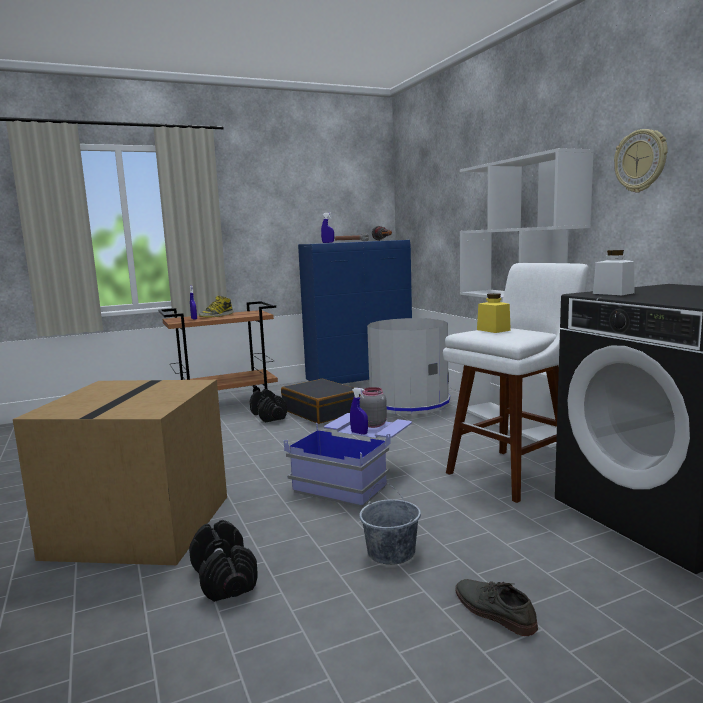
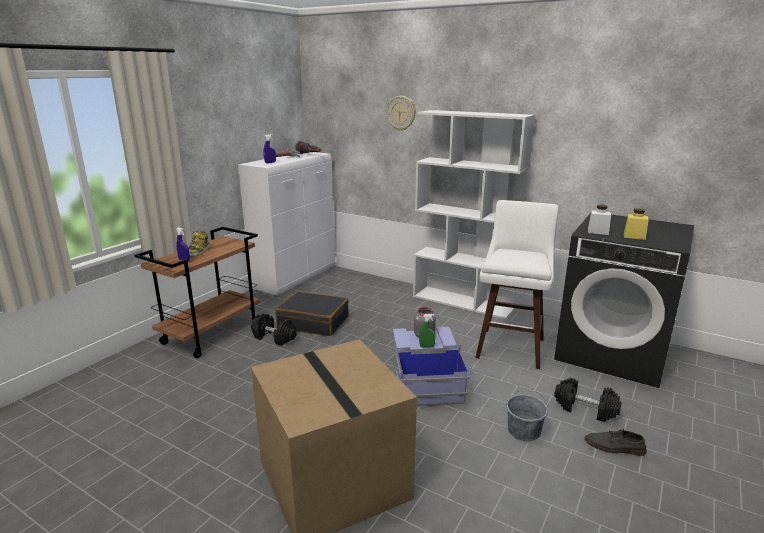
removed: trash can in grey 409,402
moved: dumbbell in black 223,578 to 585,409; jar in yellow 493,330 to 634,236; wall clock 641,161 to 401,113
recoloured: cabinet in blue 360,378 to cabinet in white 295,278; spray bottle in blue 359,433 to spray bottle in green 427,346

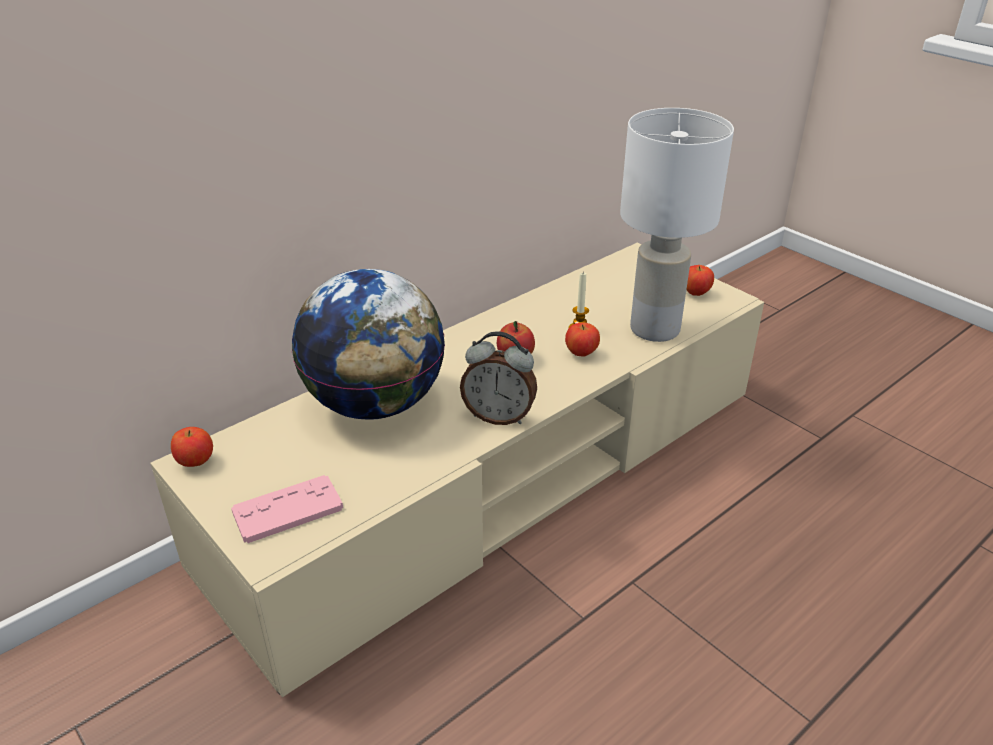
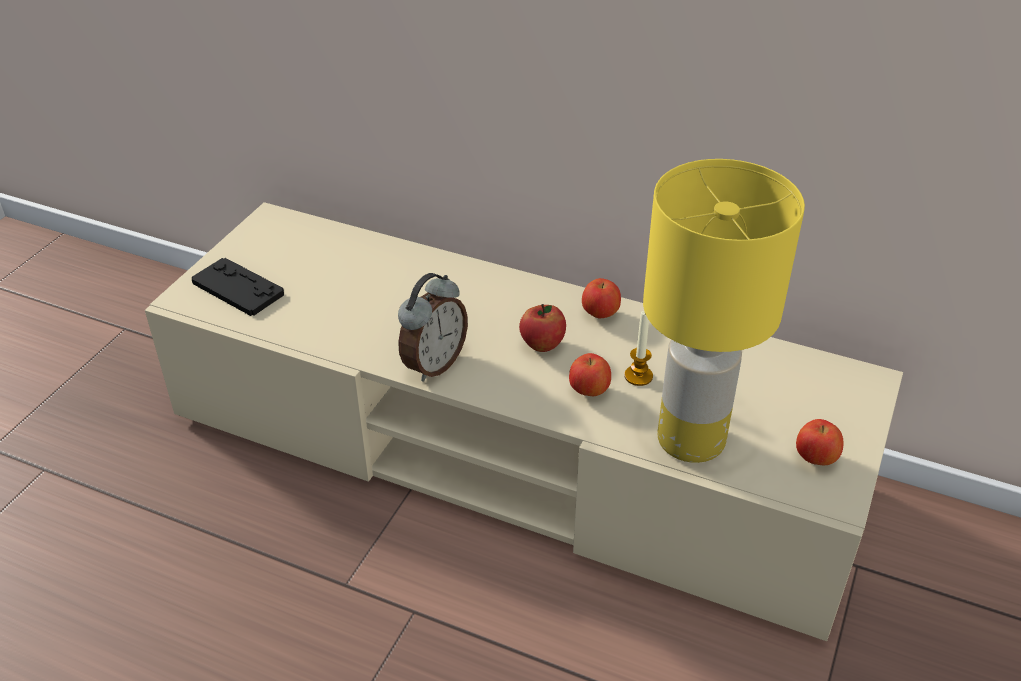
removed: globe 375,404
moved: apple 196,462 to 600,314
recoloured: game controller in pink 288,510 to game controller in black 238,288; table lamp in white 653,328 to table lamp in yellow 691,438
turned: alarm clock 499,416 = 433,364 135 degrees counterclockwise

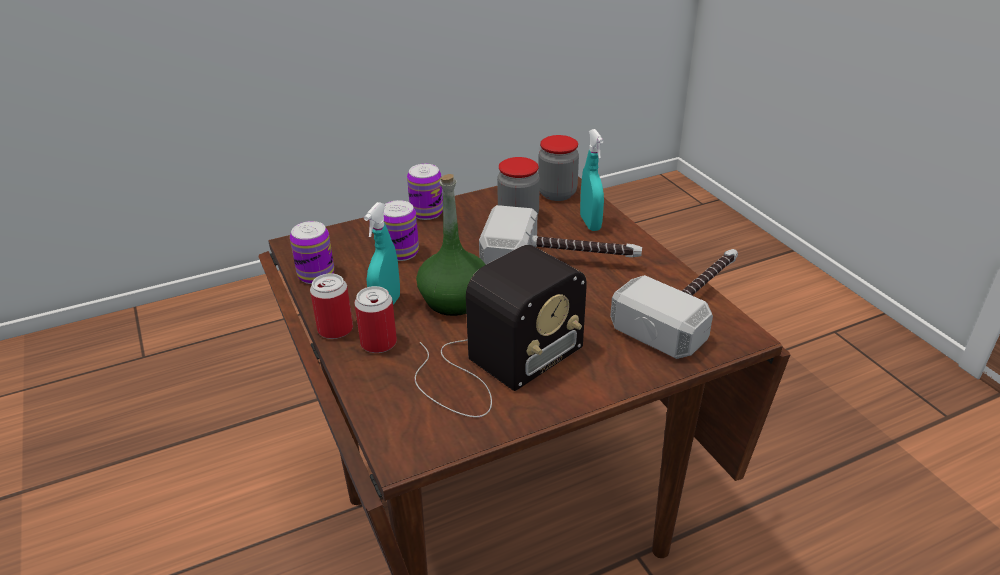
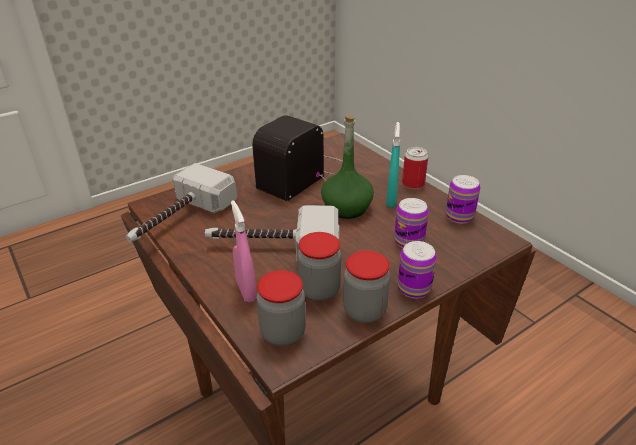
removed: can 378,343
added: jar 364,311
recoloured: spray bottle in turquoise 590,223 to spray bottle in pink 246,291

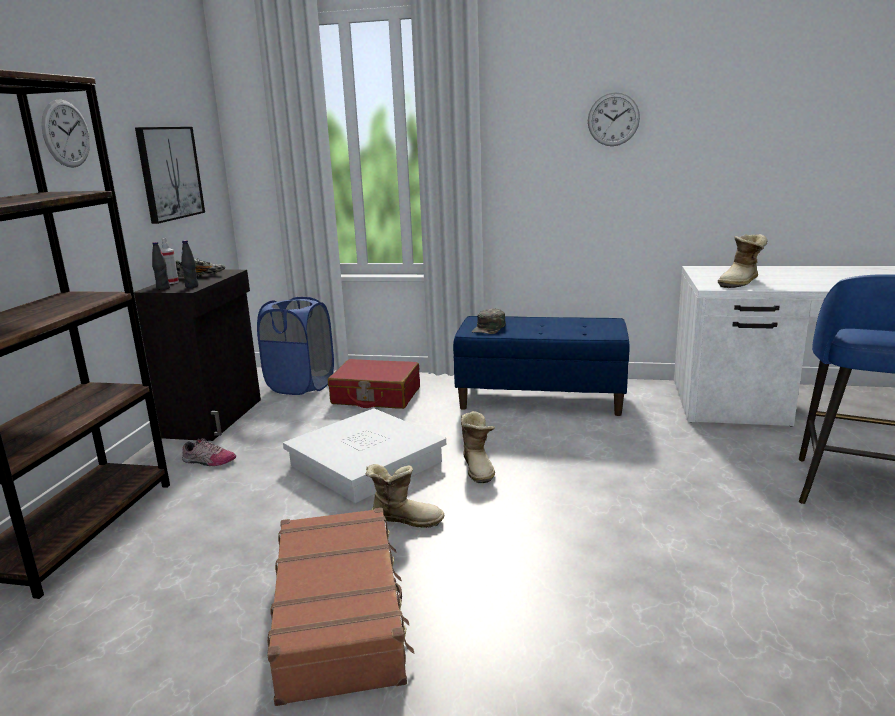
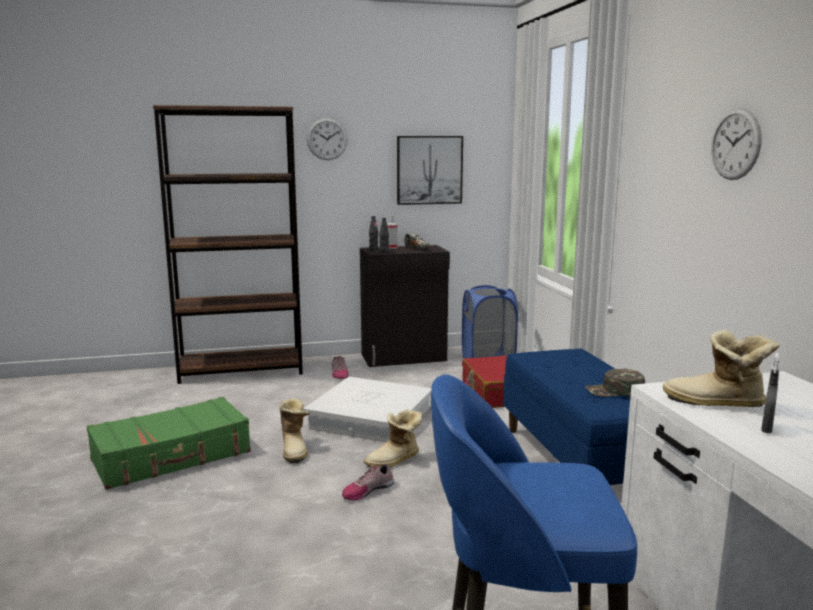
added: shoe 367,490; spray bottle in grey 767,429
moved: cap in green 489,328 to 615,391
recoloured: suitcase in brown 341,615 to suitcase in green 172,456

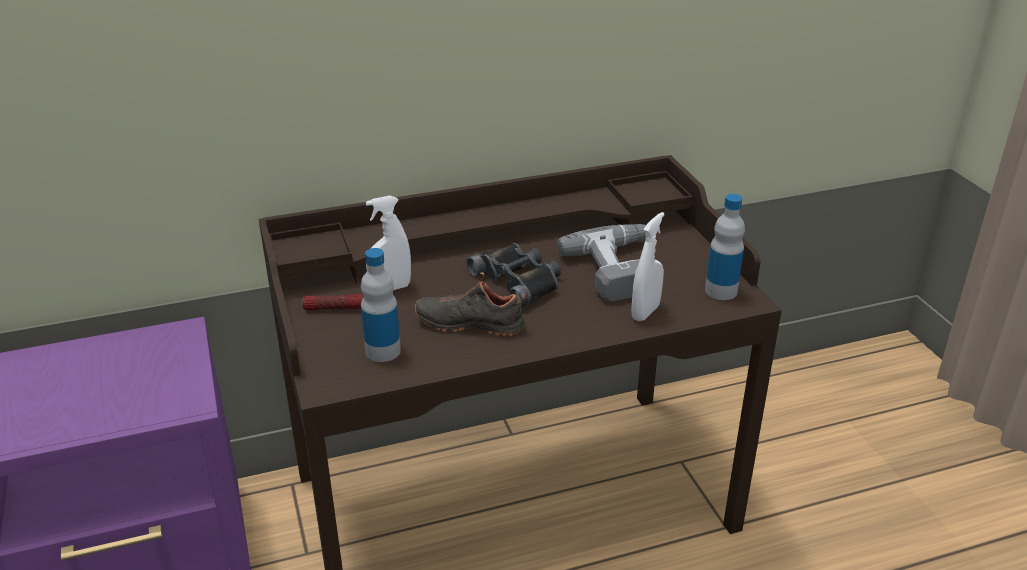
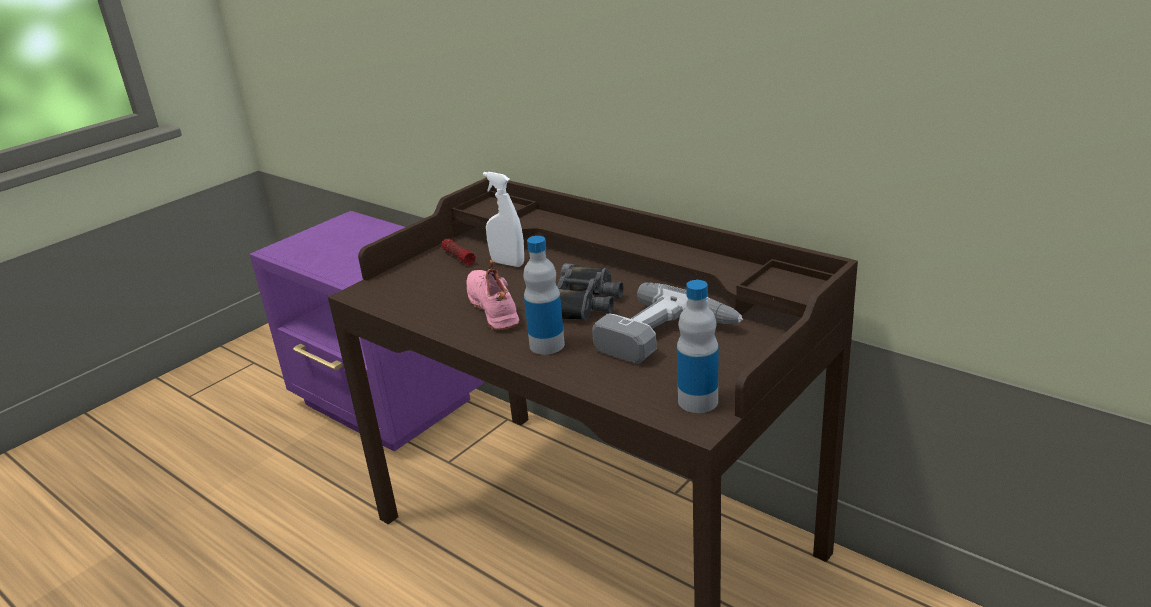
removed: spray bottle in white 645,312
moved: bottle 383,351 to 547,345
recoloured: shoe in black 470,322 to shoe in pink 495,308

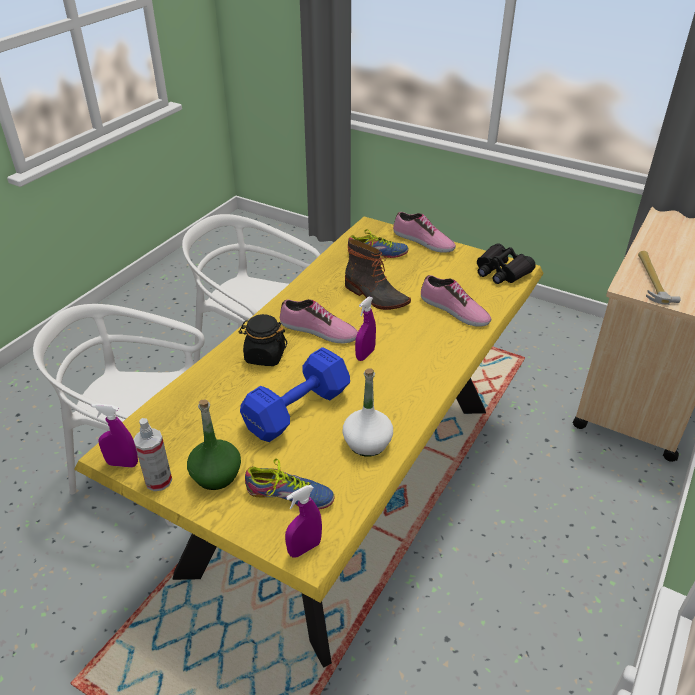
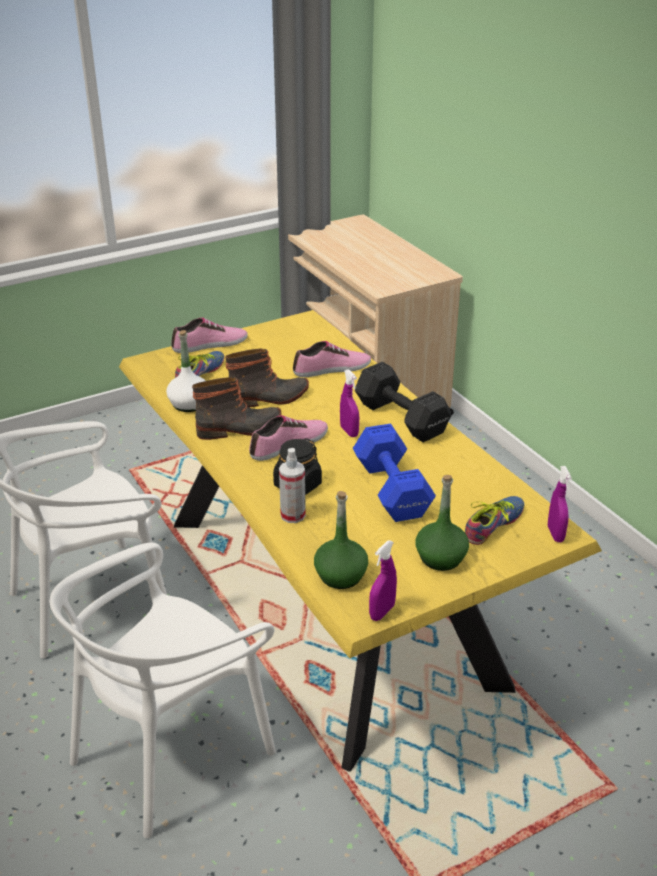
removed: binoculars in black 501,271; hammer 652,280
added: boot 239,429; bottle in green 341,575; dumbbell in black 402,420
moved: spray bottle 158,481 to 293,515; bottle in white 367,443 to 189,404

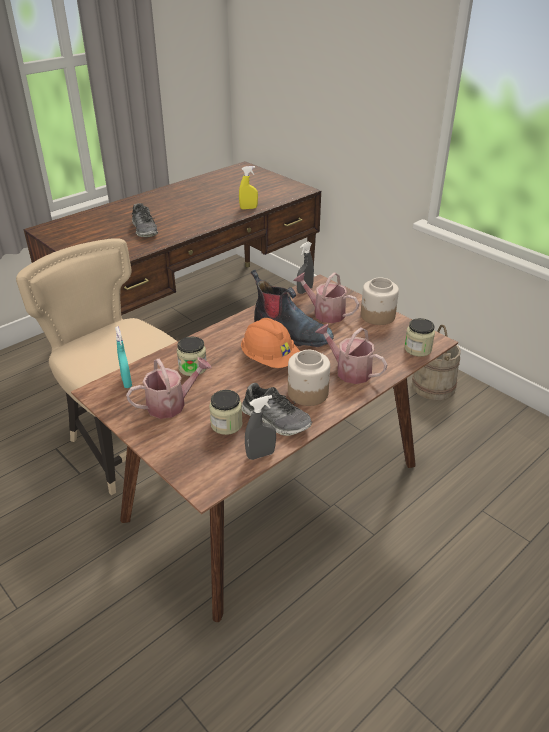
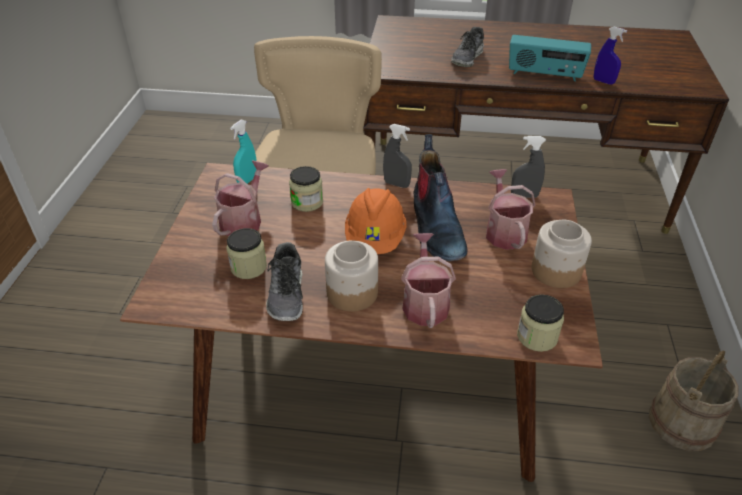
added: radio 544,75
moved: spray bottle in grey 260,454 to 396,184
recoloured: spray bottle in yellow 248,208 to spray bottle in blue 603,81
turned: watering can 171,404 = 244,220 90 degrees counterclockwise

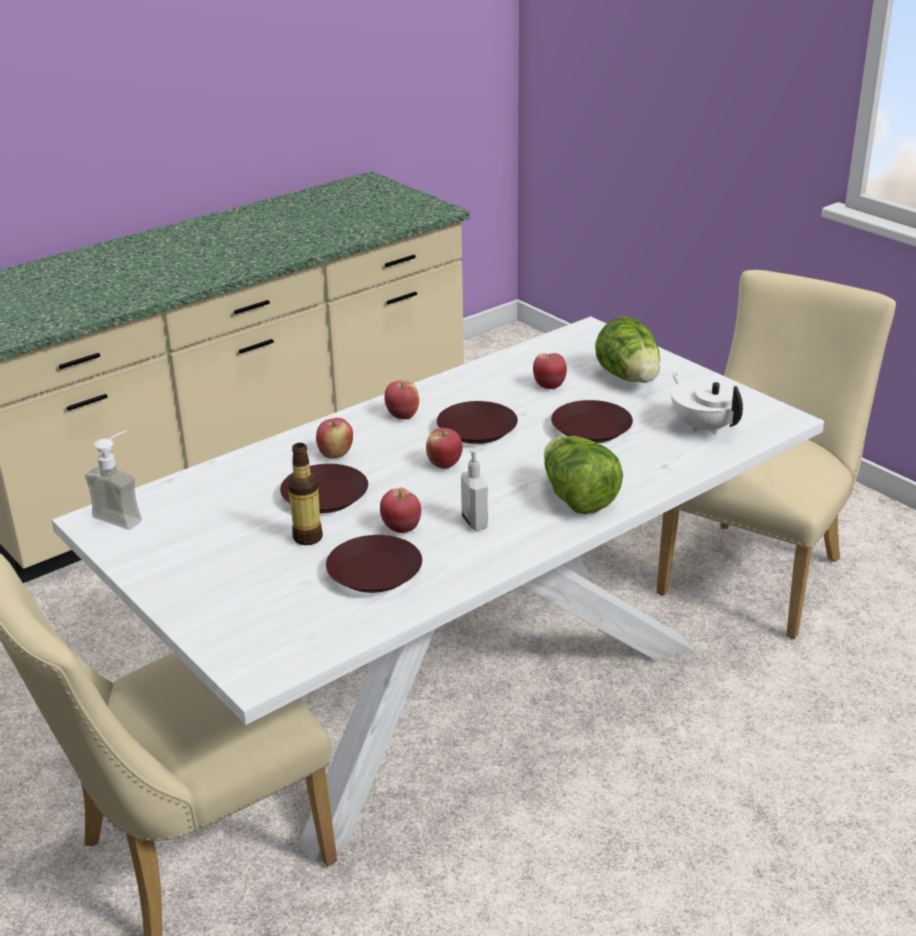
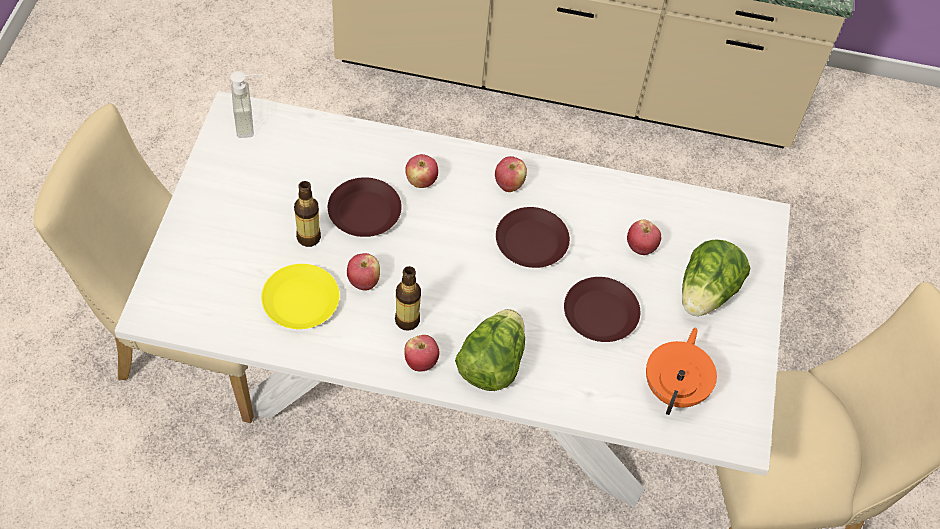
moved: apple 444,464 to 421,362
replaced: soap dispenser 475,522 to bottle 407,320
recoloured: plate in brown 375,572 to plate in yellow 301,302; teapot in white 704,426 to teapot in orange 675,388

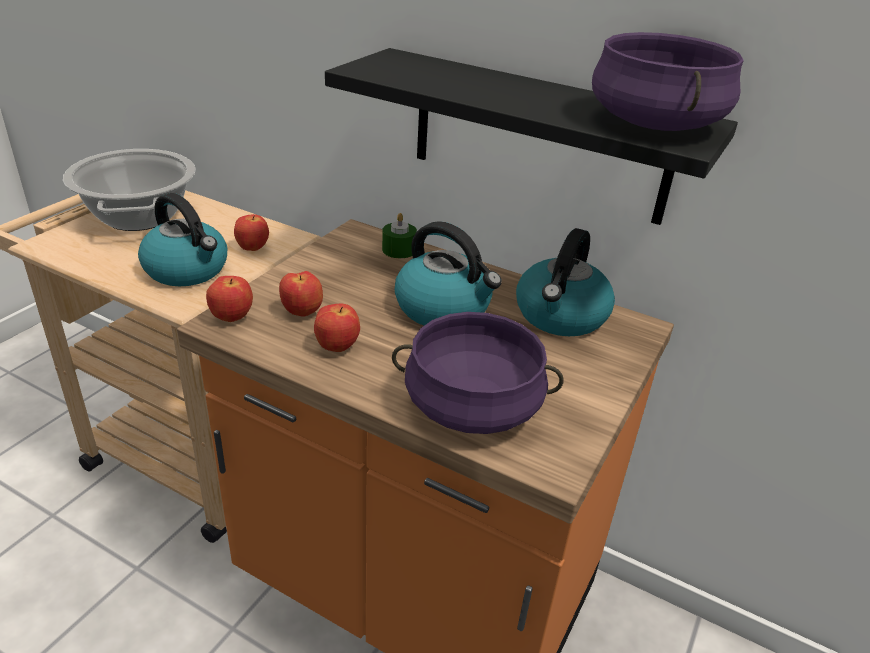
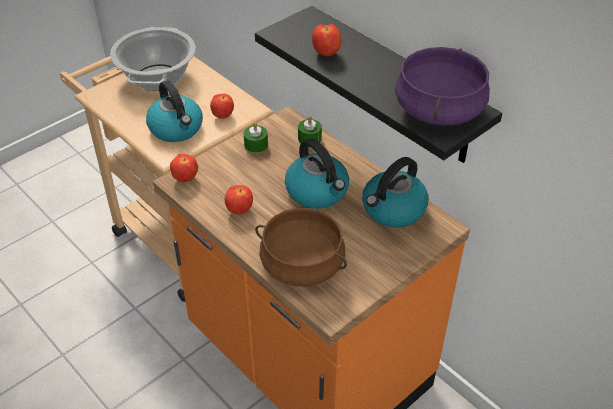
added: candle in green 256,144
moved: apple 302,313 to 326,53
recoloured: cooking pot in purple 472,406 to cooking pot in brown 301,265

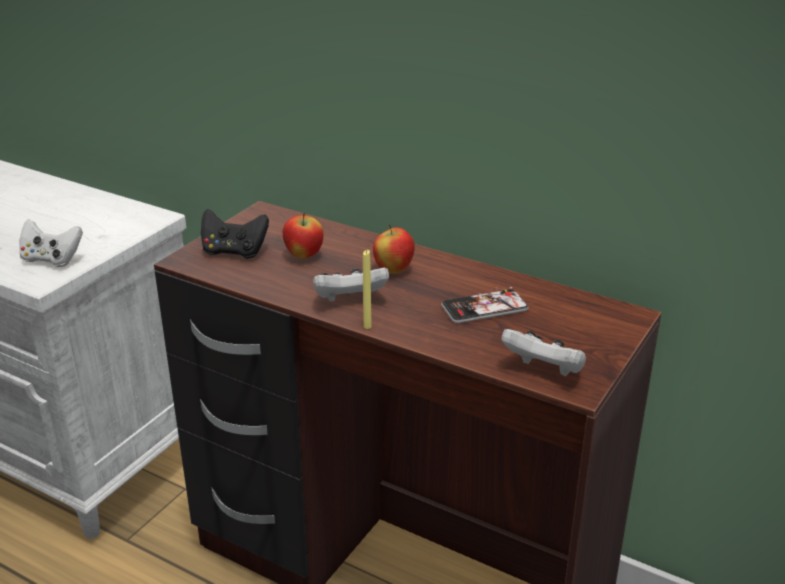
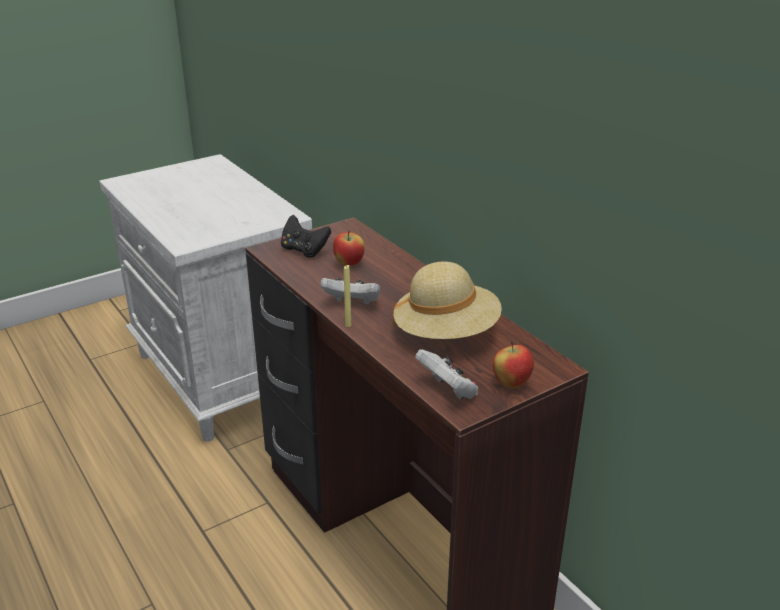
removed: game controller in white 51,259
moved: apple 393,270 to 511,384
replaced: phone 484,308 to hat in beige 446,333

